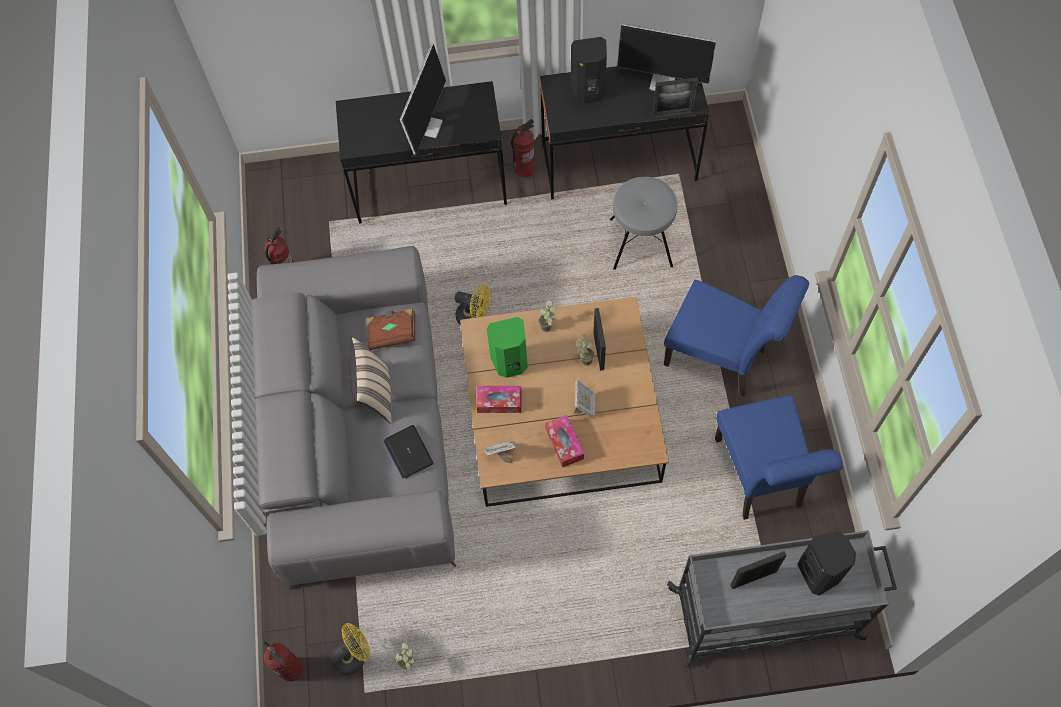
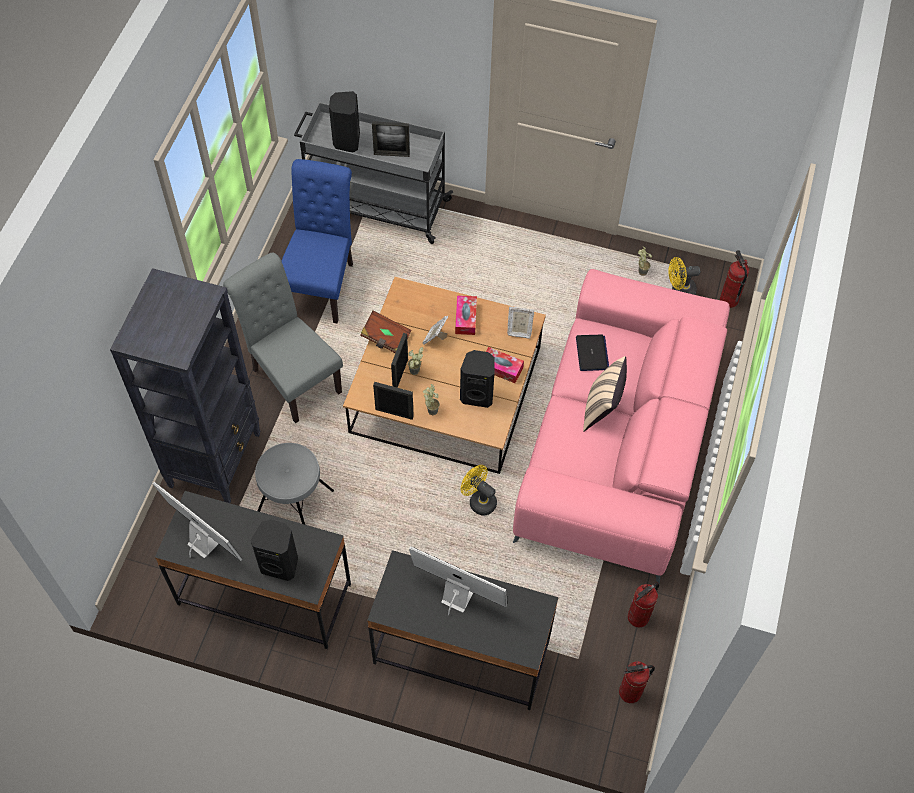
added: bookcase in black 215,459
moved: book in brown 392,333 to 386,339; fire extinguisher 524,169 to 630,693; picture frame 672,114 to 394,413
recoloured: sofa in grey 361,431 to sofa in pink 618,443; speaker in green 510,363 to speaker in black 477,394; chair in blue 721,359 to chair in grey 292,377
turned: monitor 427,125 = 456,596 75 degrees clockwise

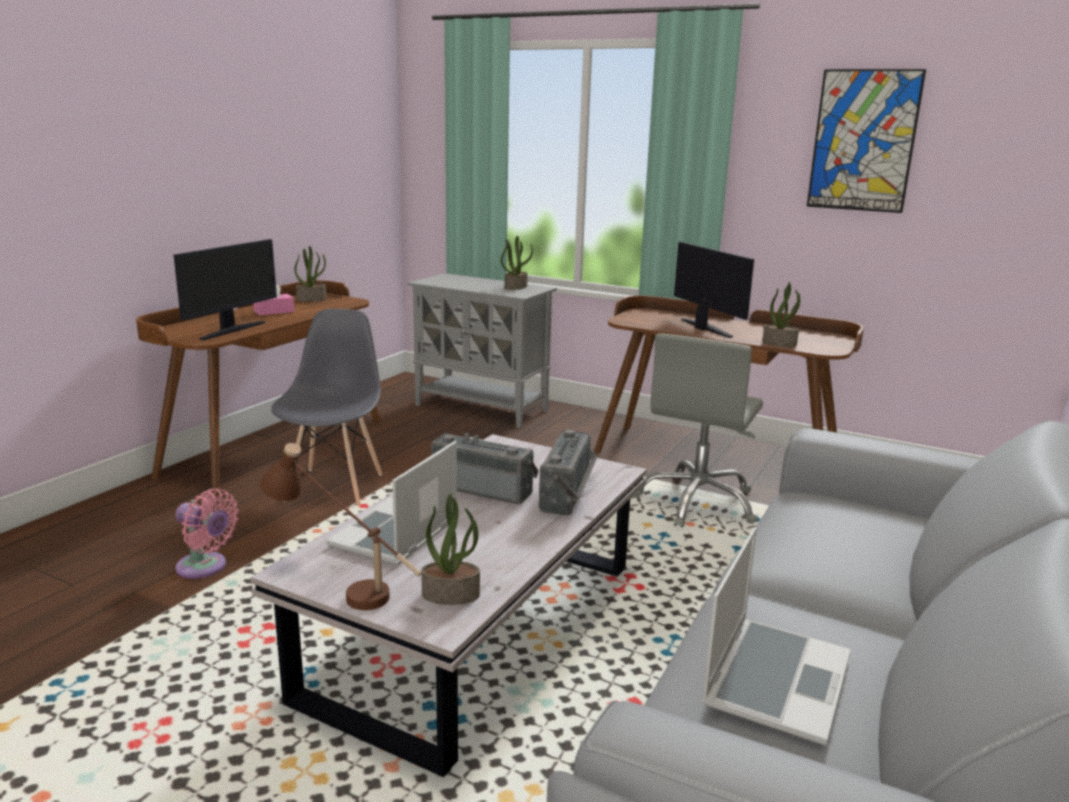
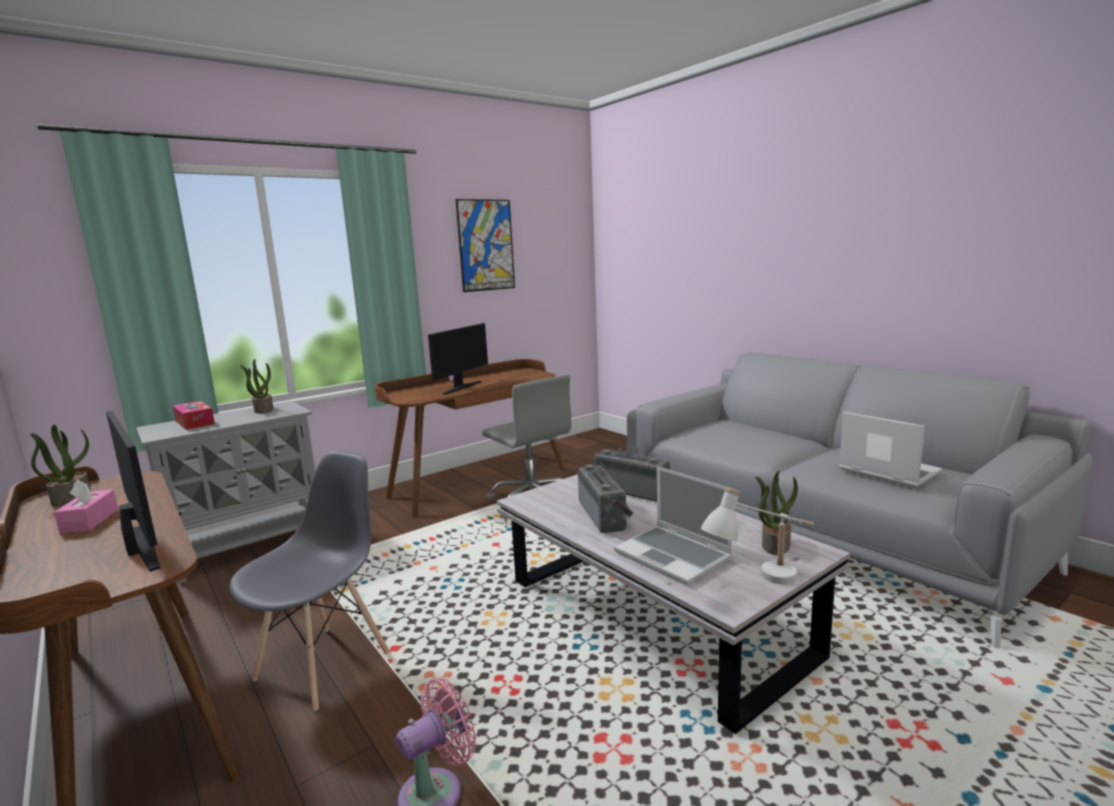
removed: potted plant 780,343
added: tissue box 195,422
recoloured: table lamp in brown 344,588 to table lamp in white 762,584
turned: chair in grey 334,486 = 324,665 90 degrees clockwise; radio 484,488 = 606,515 120 degrees clockwise; monitor 703,328 = 461,387 120 degrees clockwise

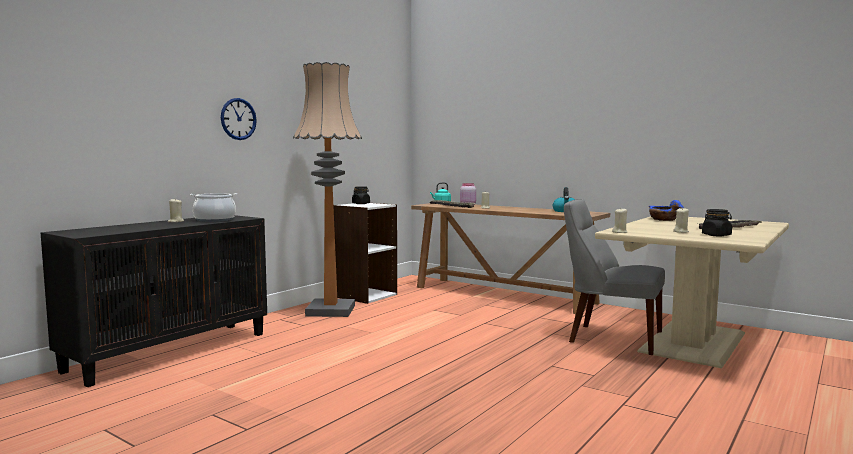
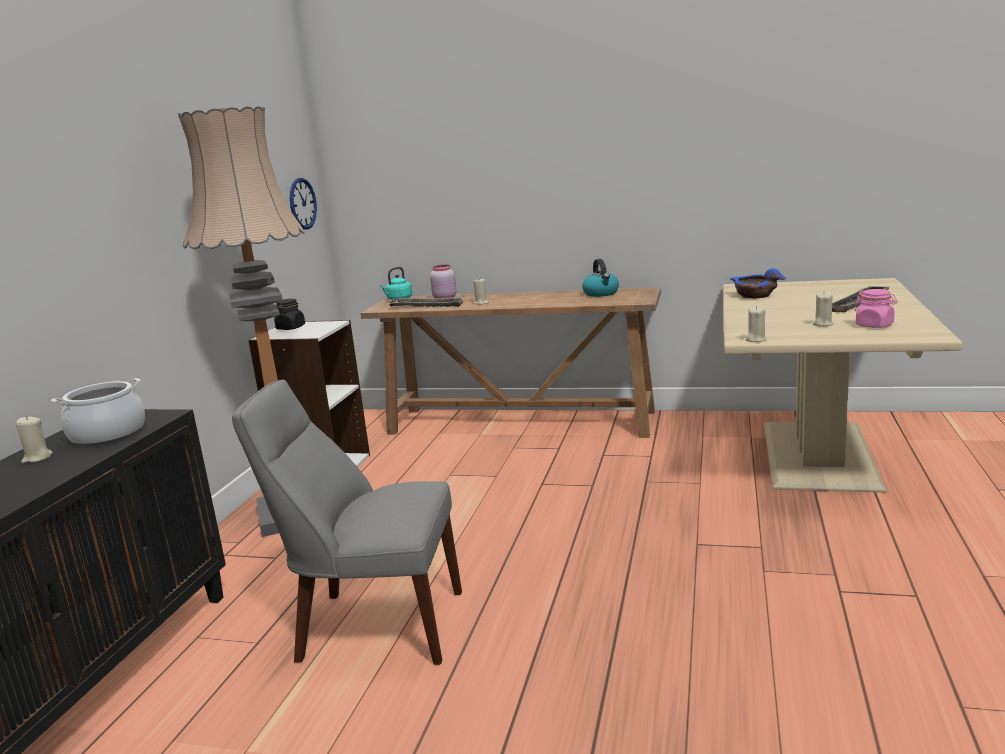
moved: wall clock 238,119 to 302,203; chair in grey 610,338 to 373,626
recoloured: jar in black 716,235 to jar in pink 874,325

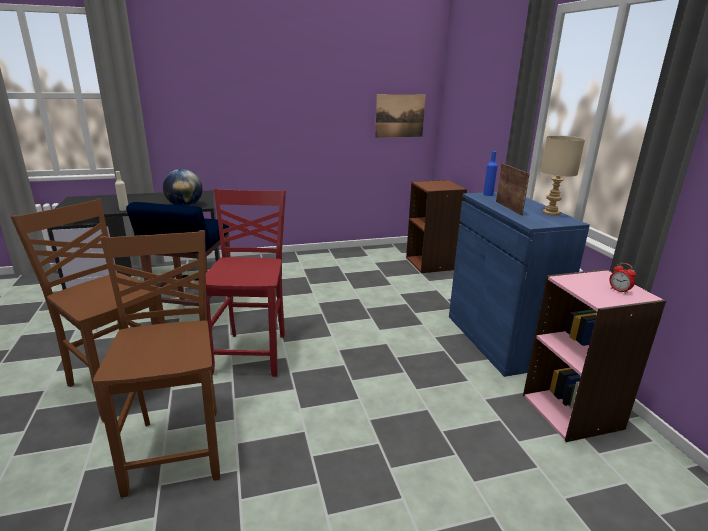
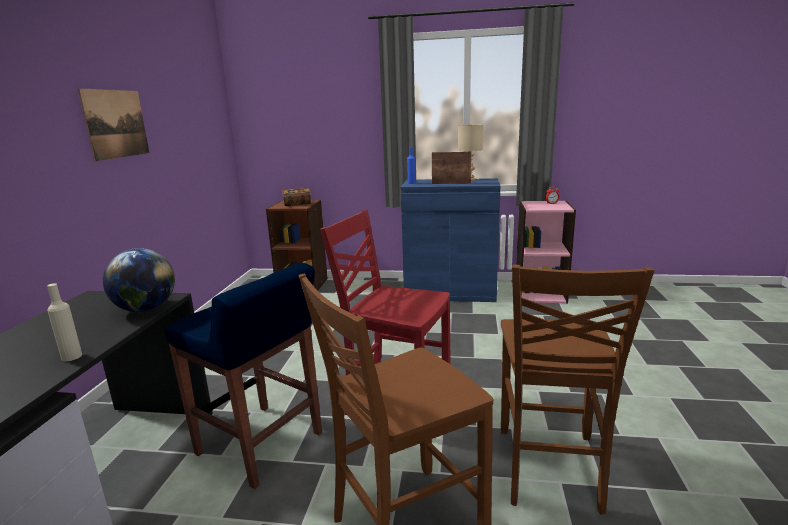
added: book 297,204
moved: picture 400,116 to 116,124
turned: chair in brown 178,448 = 549,470 90 degrees counterclockwise

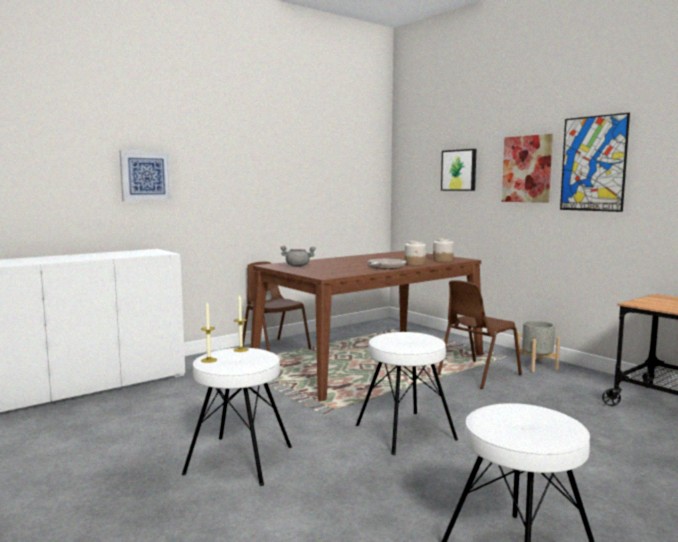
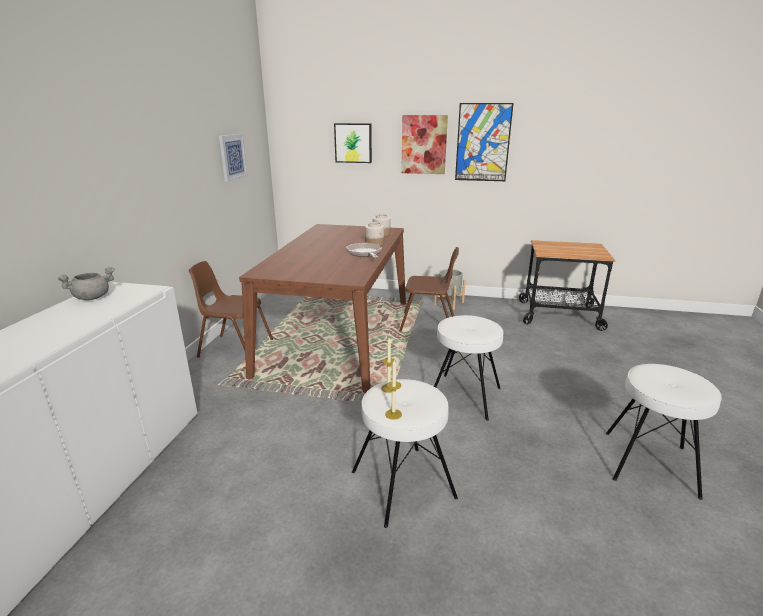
moved: picture 145,176 to 232,157; cooking pot in grey 298,266 to 92,297
turned: chair in brown 477,375 = 428,324 90 degrees counterclockwise

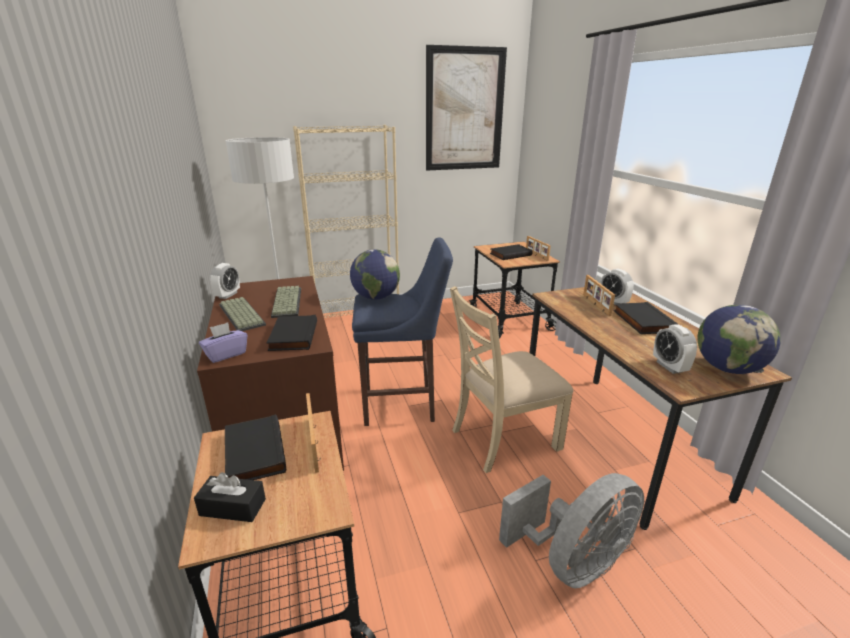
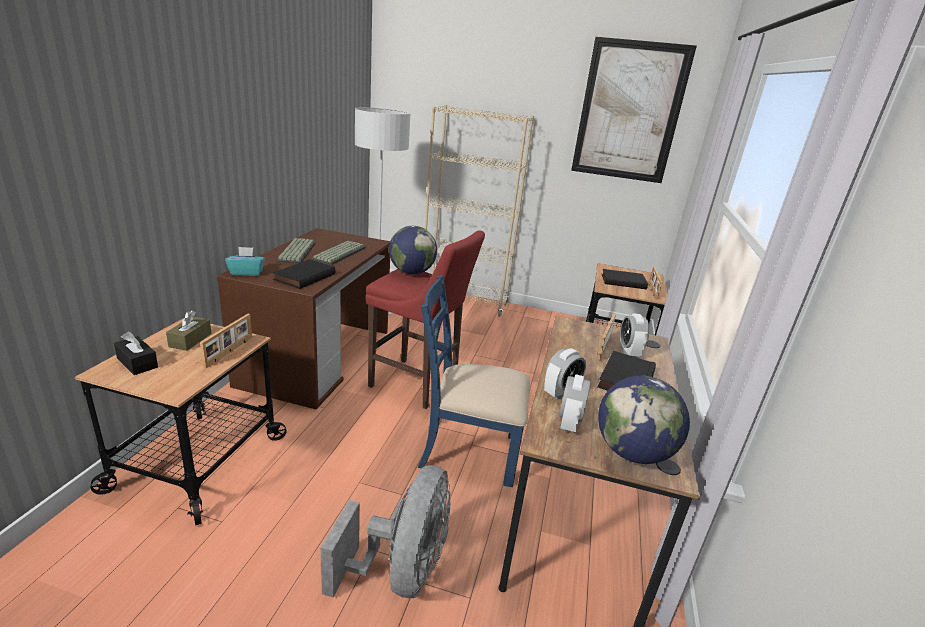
moved: alarm clock 228,295 to 561,392
replaced: book in black 252,453 to tissue box in brown 190,340
recoloured: tissue box in purple 226,354 to tissue box in turquoise 247,272; stool in blue 403,404 to stool in red 417,384; chair in beige 503,438 to chair in blue 468,450
turned: fan in grey 573,562 = 401,571 75 degrees counterclockwise

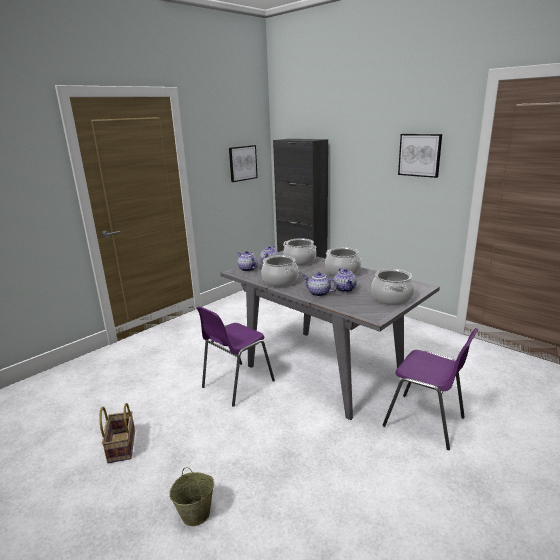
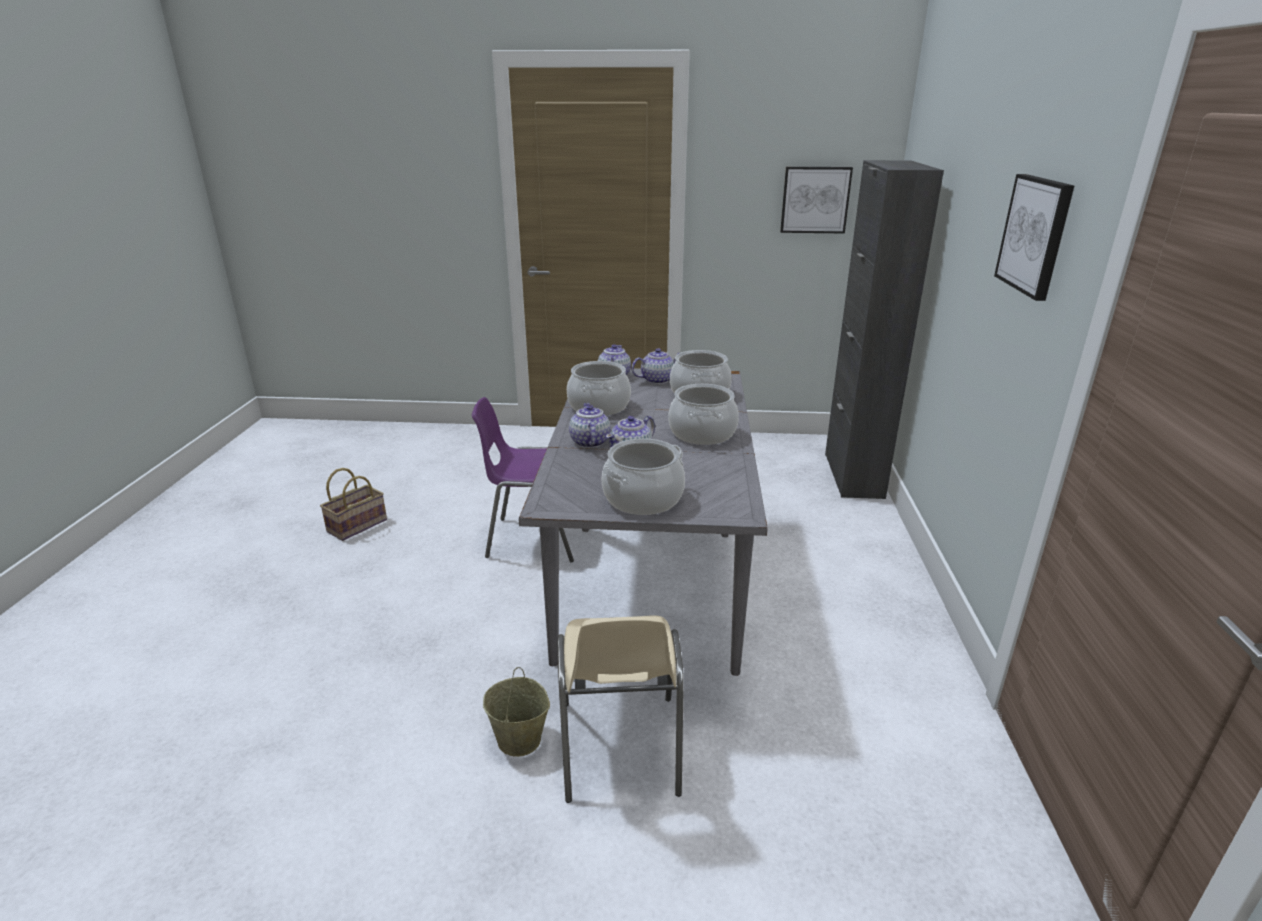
moved: bucket in beige 196,513 to 520,740
recoloured: chair in purple 426,422 to chair in beige 619,750

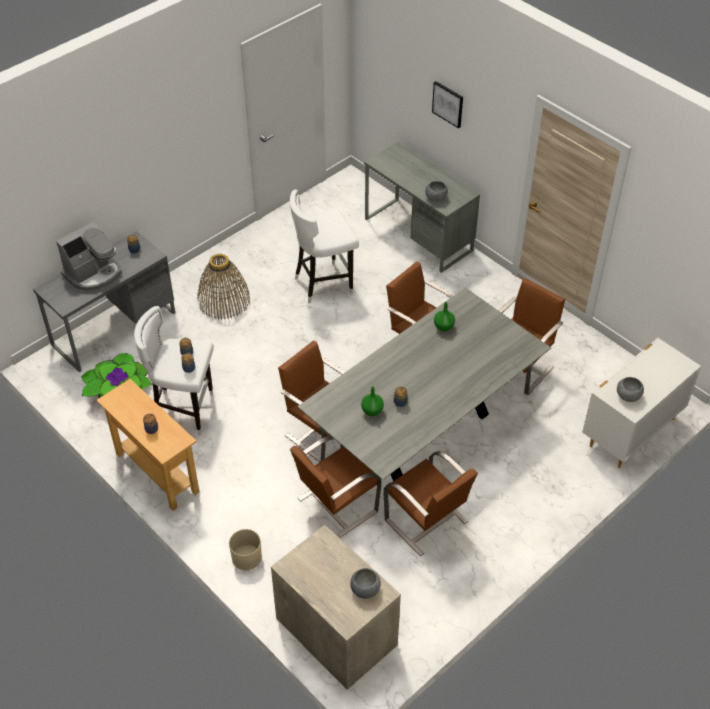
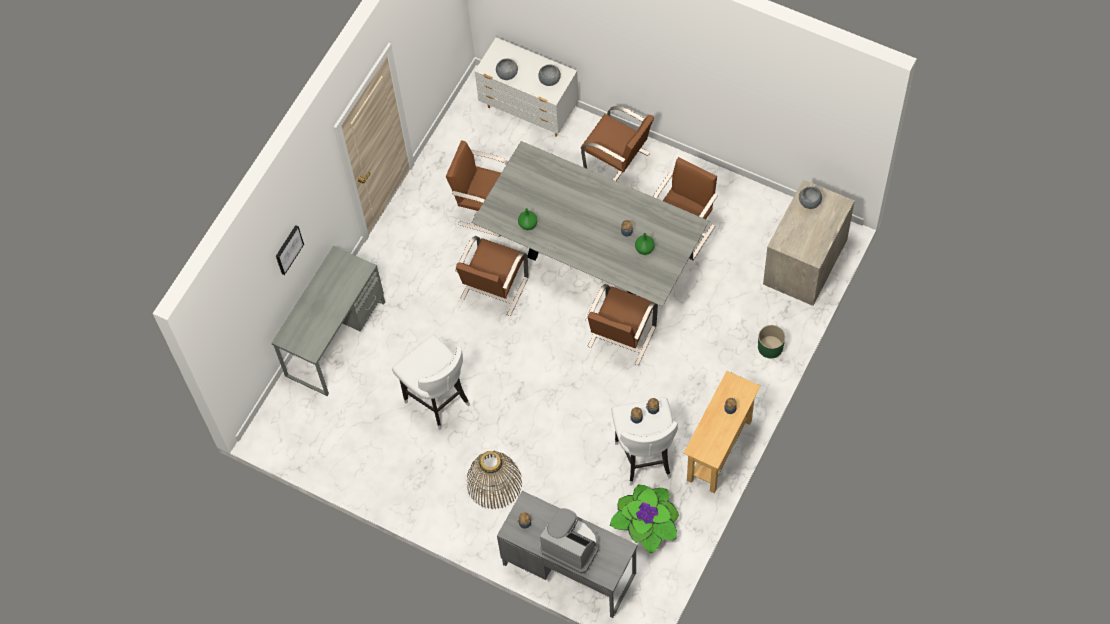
moved: chair in brown 336,505 to 618,163; bowl in grey 436,198 to 507,74
recoloured: planter in beige 246,557 to planter in green 770,347

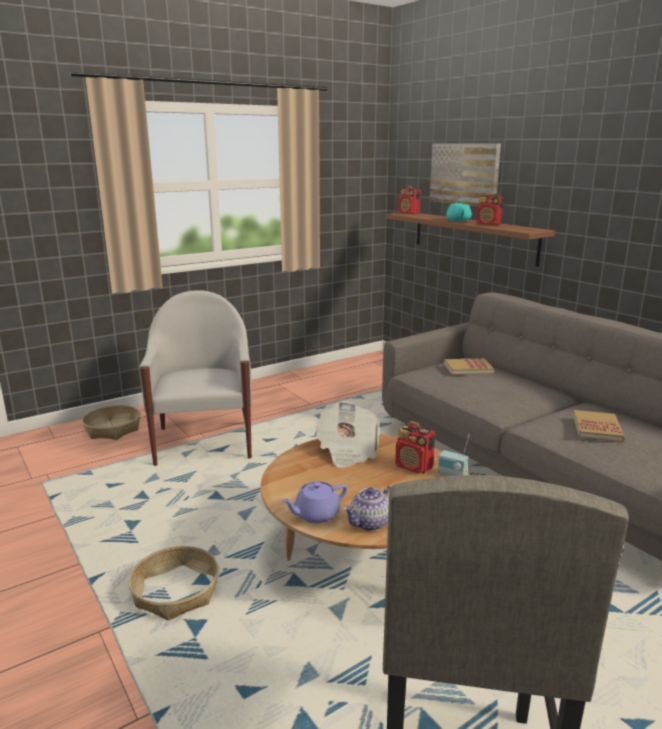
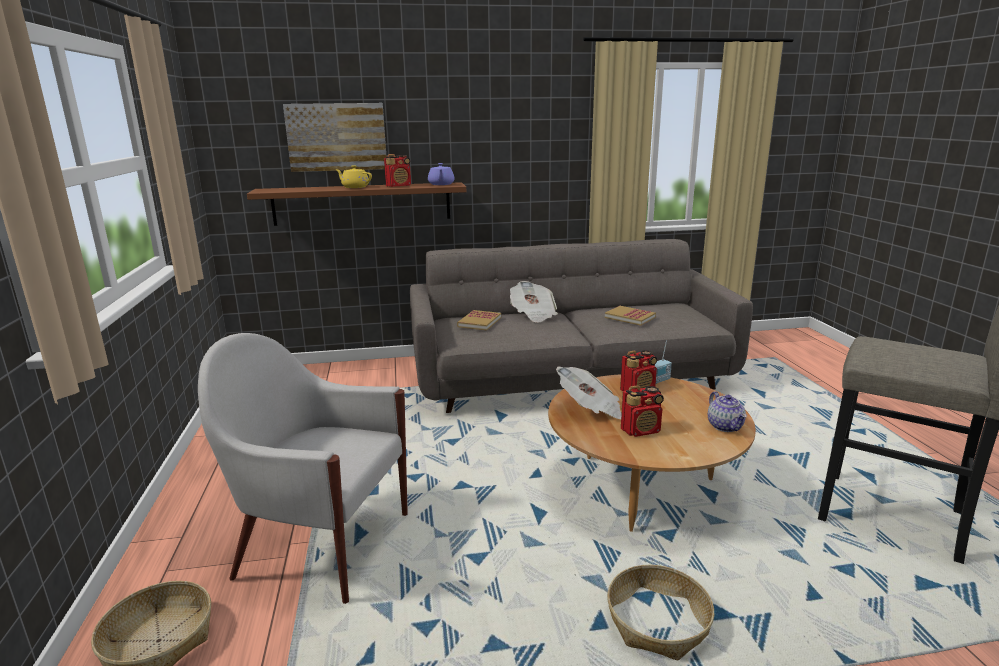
added: newspaper 533,314
moved: teapot in purple 315,514 to 441,184; radio 409,213 to 641,430
recoloured: teapot in turquoise 458,220 to teapot in yellow 355,187

